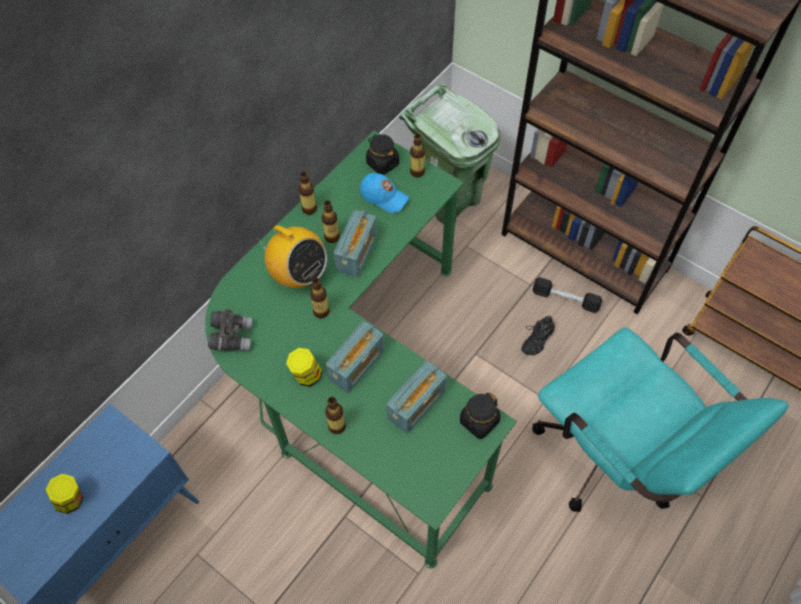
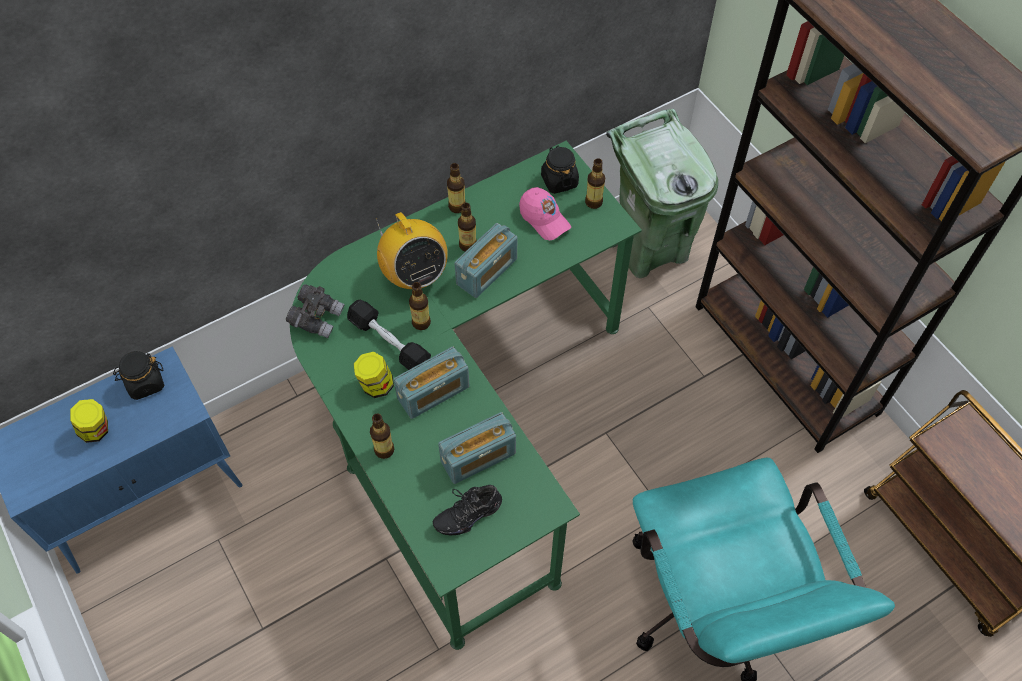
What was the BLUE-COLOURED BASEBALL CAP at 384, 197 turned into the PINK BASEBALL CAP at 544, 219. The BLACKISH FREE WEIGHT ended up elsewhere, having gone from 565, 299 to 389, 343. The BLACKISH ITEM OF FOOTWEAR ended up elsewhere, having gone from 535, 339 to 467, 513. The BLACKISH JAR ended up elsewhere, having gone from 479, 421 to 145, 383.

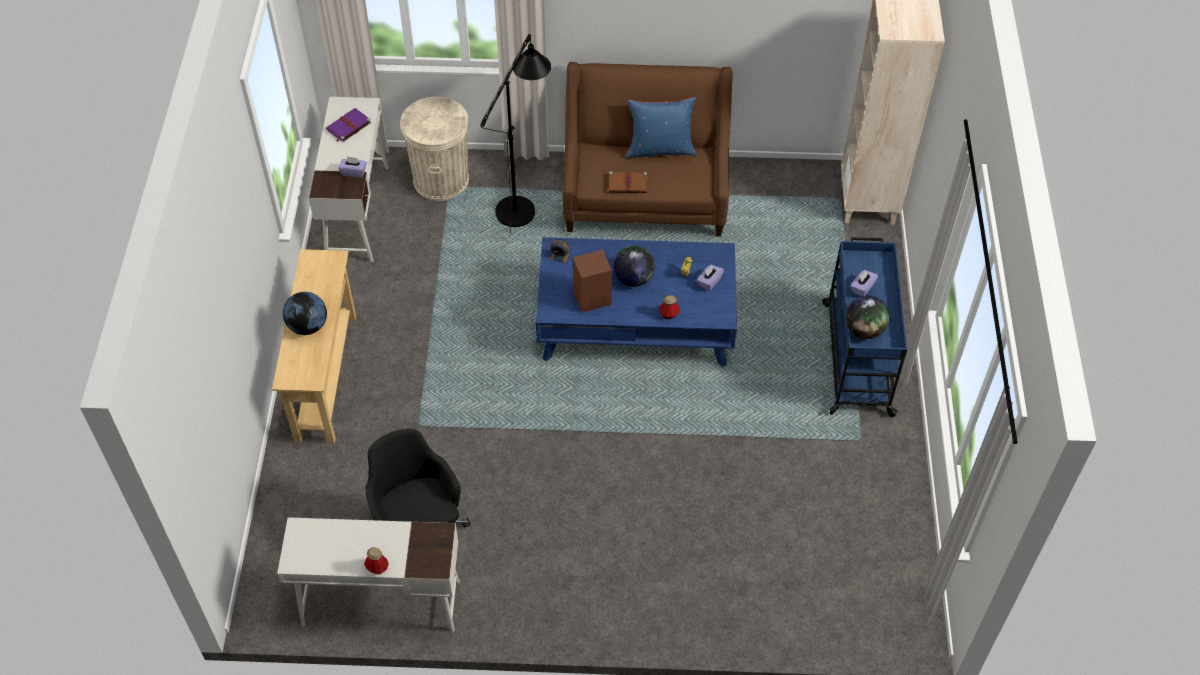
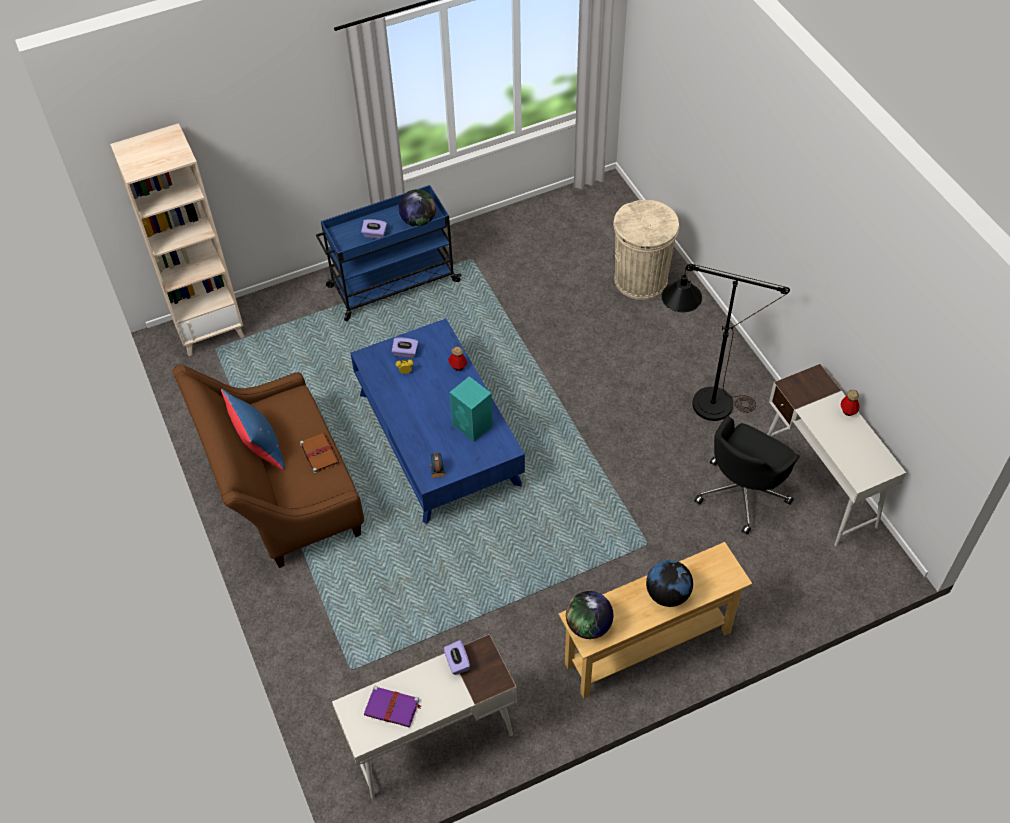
The BLACKISH STANDARD LAMP ended up elsewhere, having gone from 521, 204 to 700, 404. The BEIGE-COLOURED TRASH CAN ended up elsewhere, having gone from 441, 180 to 641, 280. The DESK GLOBE ended up elsewhere, having gone from 633, 279 to 588, 626. What was the BROWN SPEAKER at 591, 298 turned into the BLUE-GREEN SPEAKER at 473, 426.

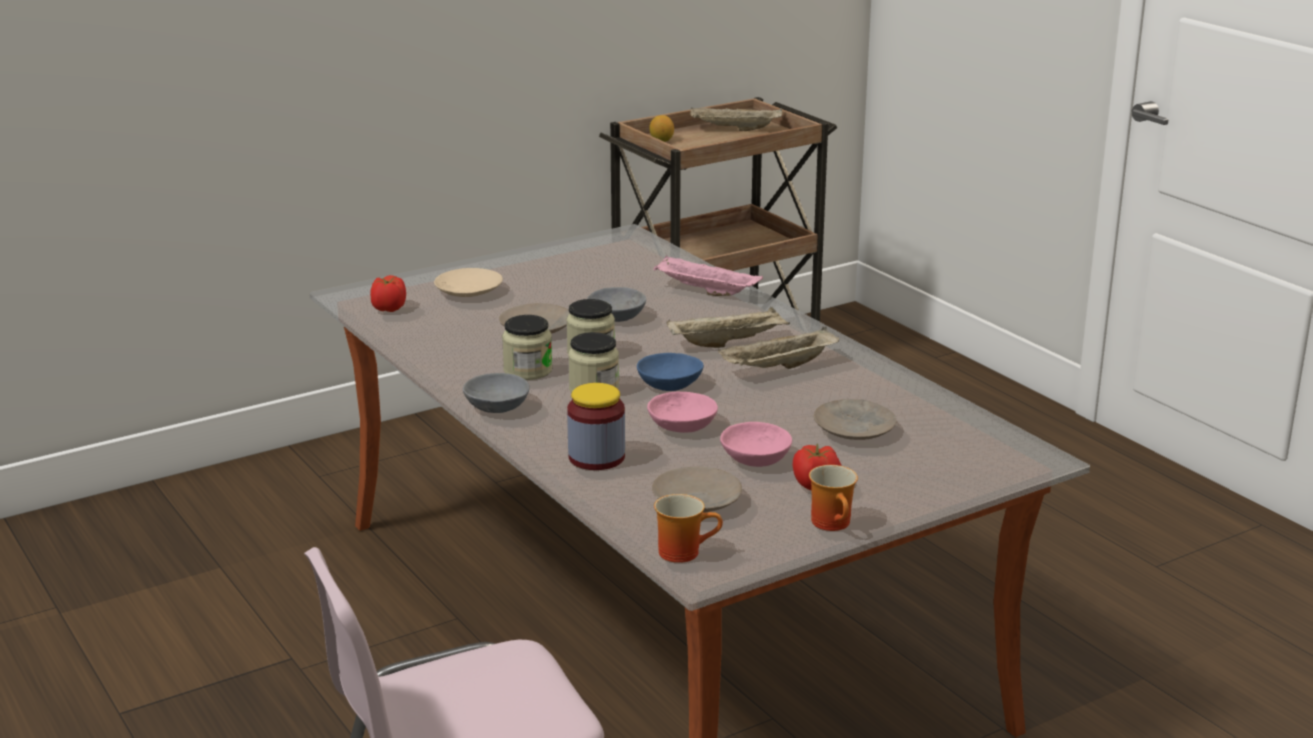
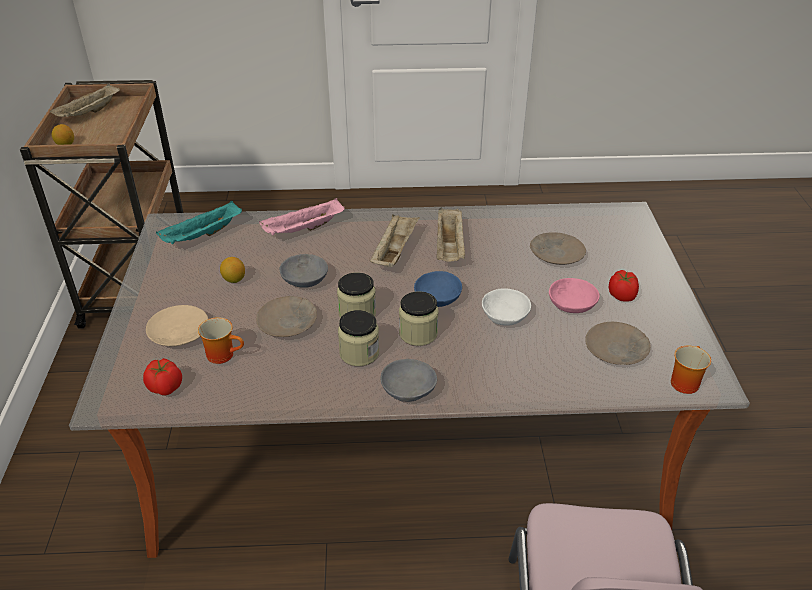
The second view lost the JAR at 596, 457. What was the PINK DEEP DISH at 681, 426 turned into the WHITE DEEP DISH at 506, 317. The TEA MUG ended up elsewhere, having gone from 835, 523 to 224, 354. The second view gained the BLUE-GREEN SERVING TRAY at 202, 236. The second view gained the CITRUS FRUIT at 234, 279.

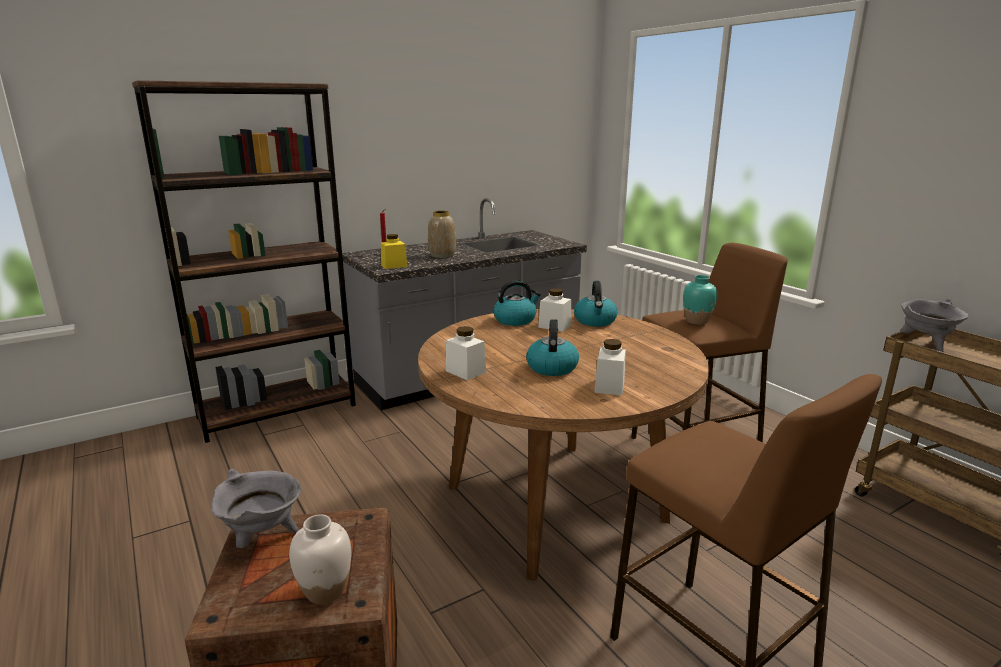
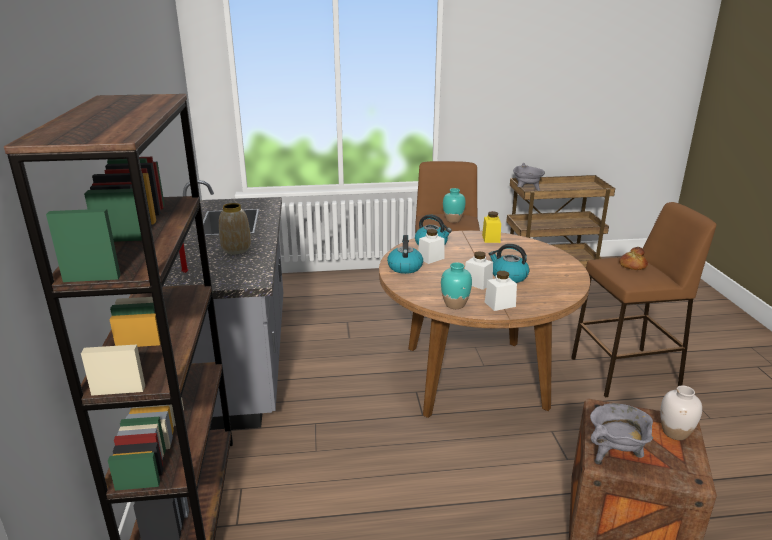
The YELLOWISH JAR ended up elsewhere, having gone from 394, 266 to 491, 239. The WHITE JAR ended up elsewhere, having gone from 609, 386 to 477, 283. The second view gained the BAKERY BREAD at 632, 266. The second view gained the BLUE-GREEN DECORATIVE VASE at 455, 305.

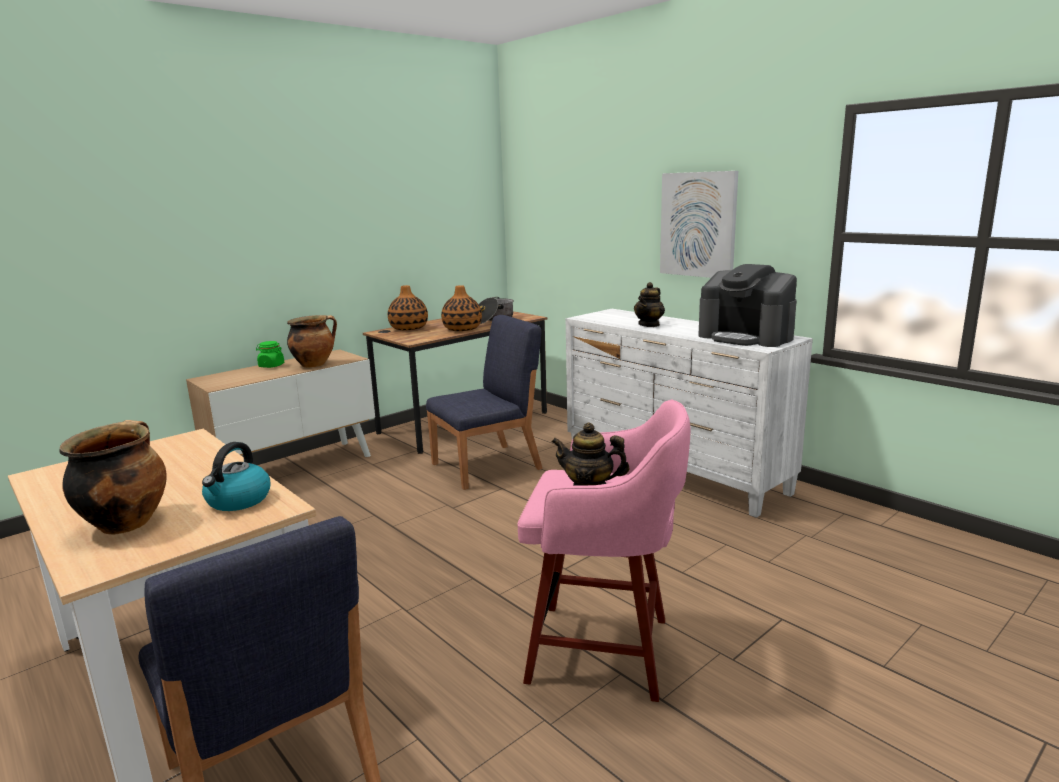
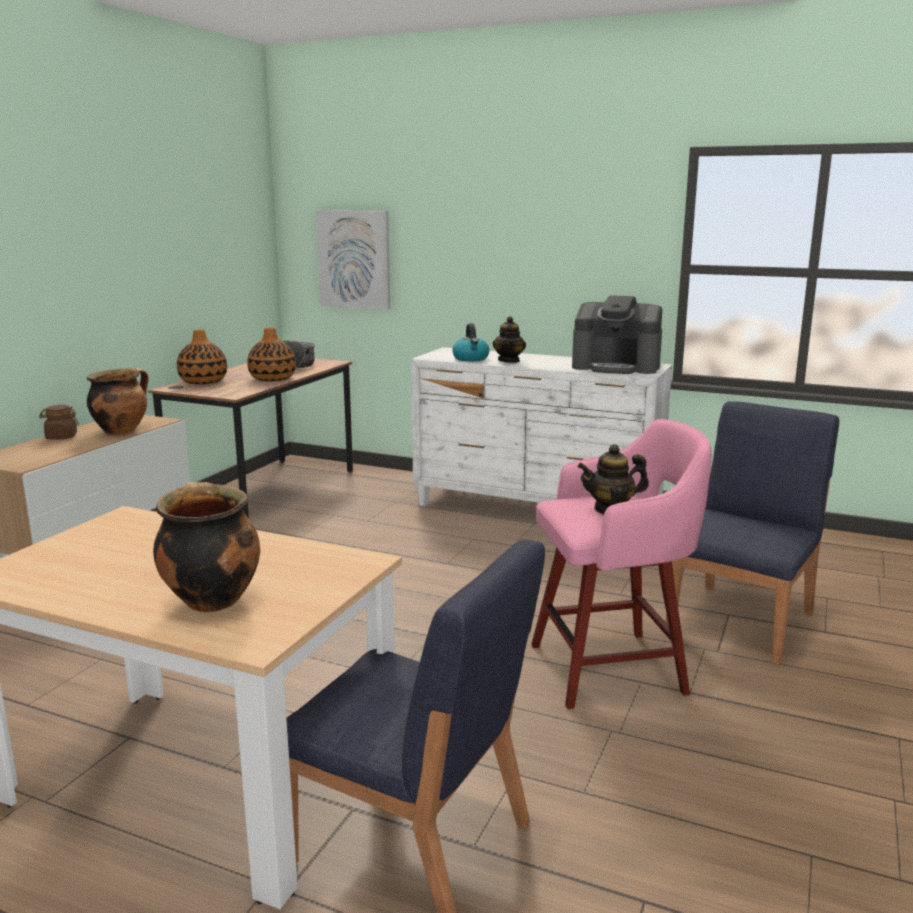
The WALL PICTURE ended up elsewhere, having gone from 698, 224 to 354, 259. The BLUE-COLOURED UPRIGHT CHAIR ended up elsewhere, having gone from 488, 466 to 742, 621. What was the GREEN JAR at 271, 366 turned into the BROWN JAR at 61, 437. The KETTLE ended up elsewhere, having gone from 238, 500 to 471, 359.

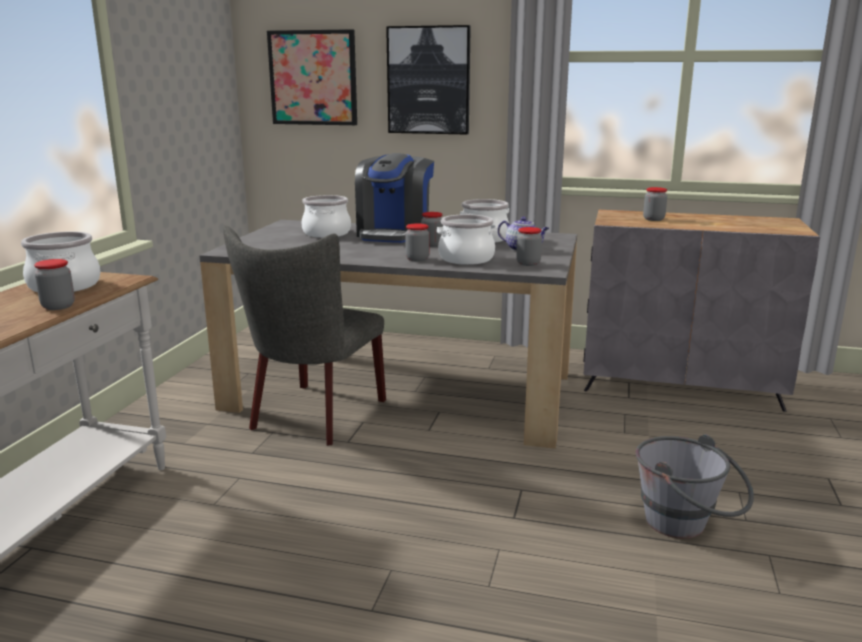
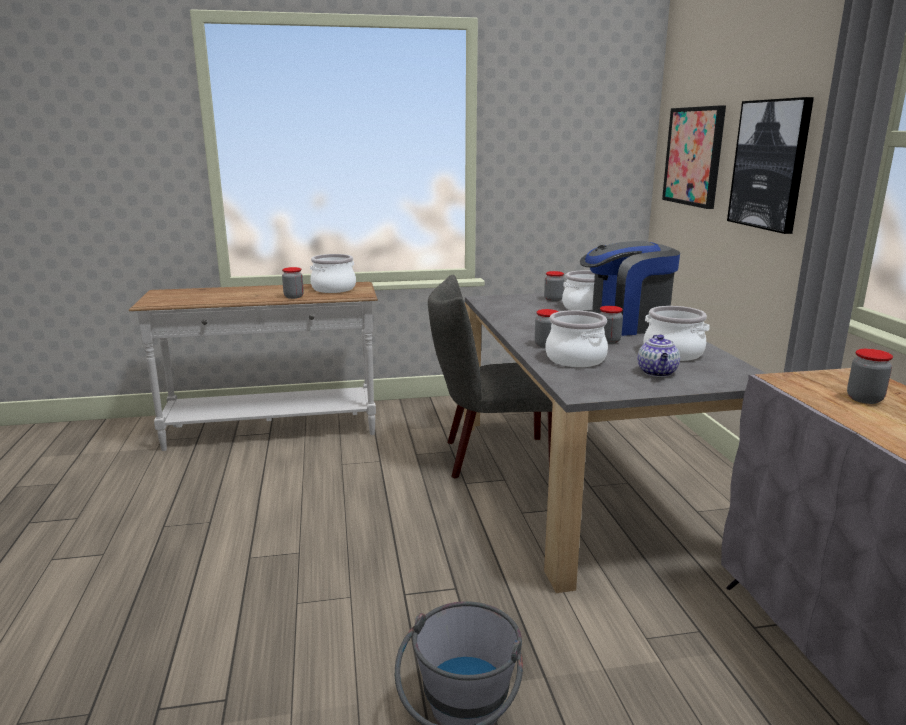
The JAR ended up elsewhere, having gone from 528, 263 to 553, 299.

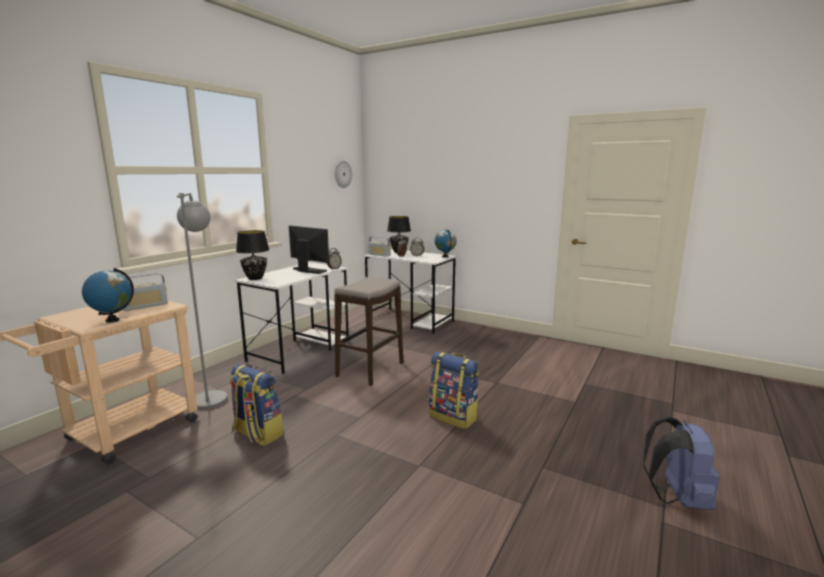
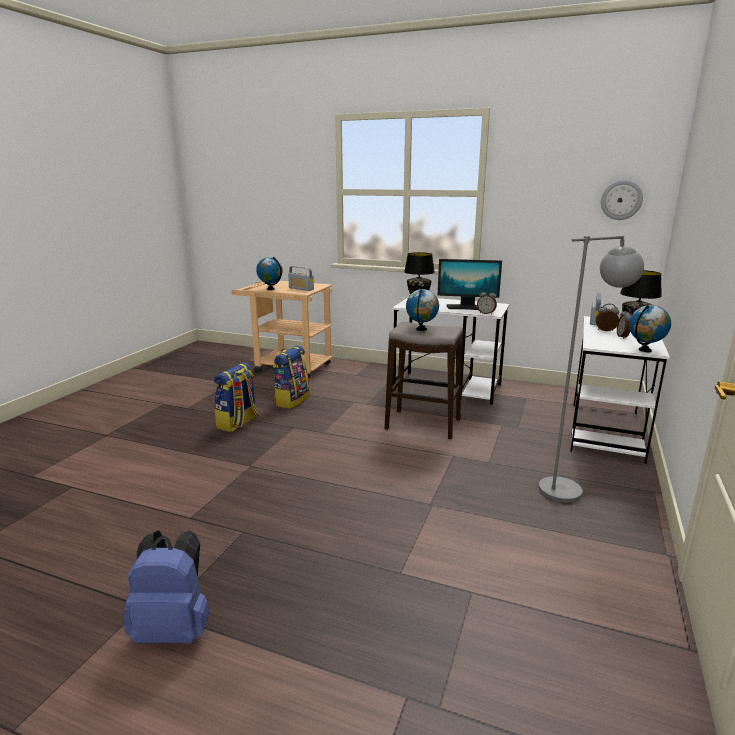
The GREY STANDARD LAMP ended up elsewhere, having gone from 211, 395 to 571, 487. The MONITOR at 309, 270 ended up facing another way, 75 degrees clockwise from before. The KNAPSACK ended up elsewhere, having gone from 454, 417 to 238, 423. The second view gained the DESK GLOBE at 421, 329.

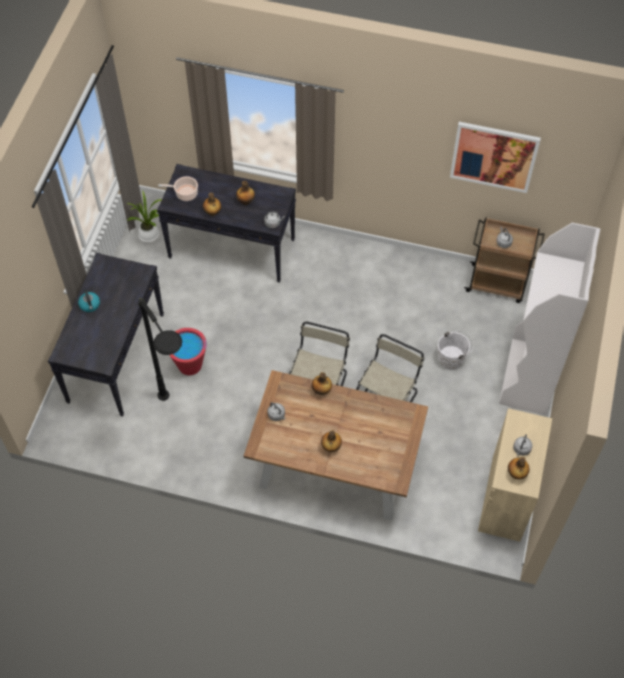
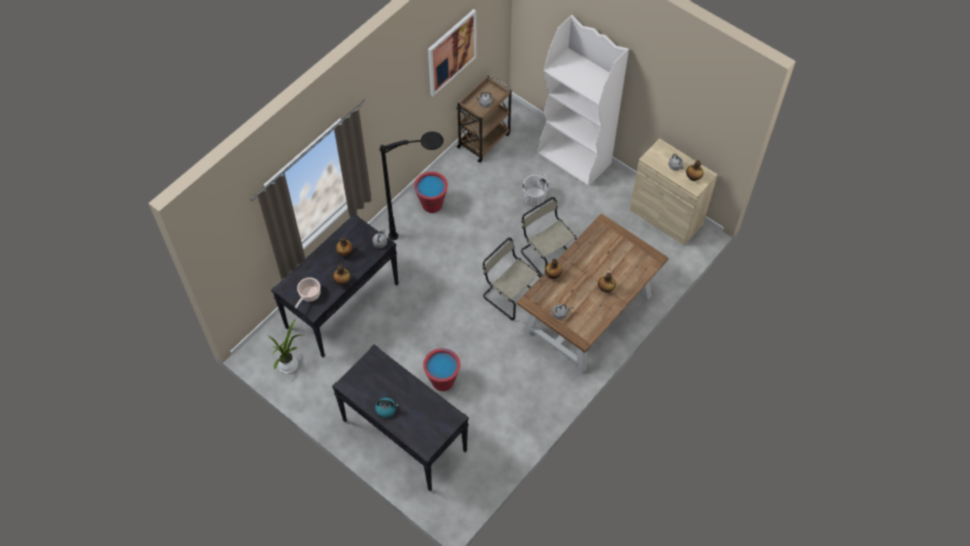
The BLACKISH STANDARD LAMP ended up elsewhere, having gone from 180, 424 to 425, 234. The second view gained the REDDISH BUCKET at 432, 204.

